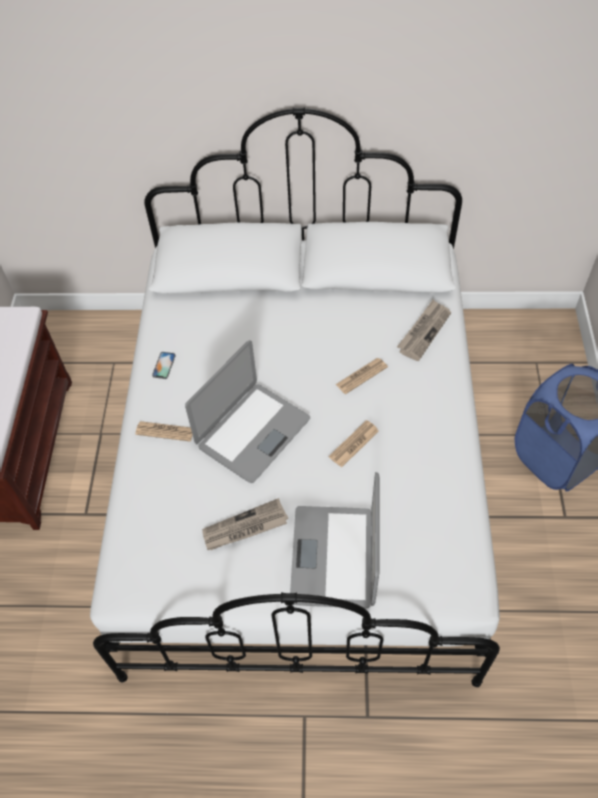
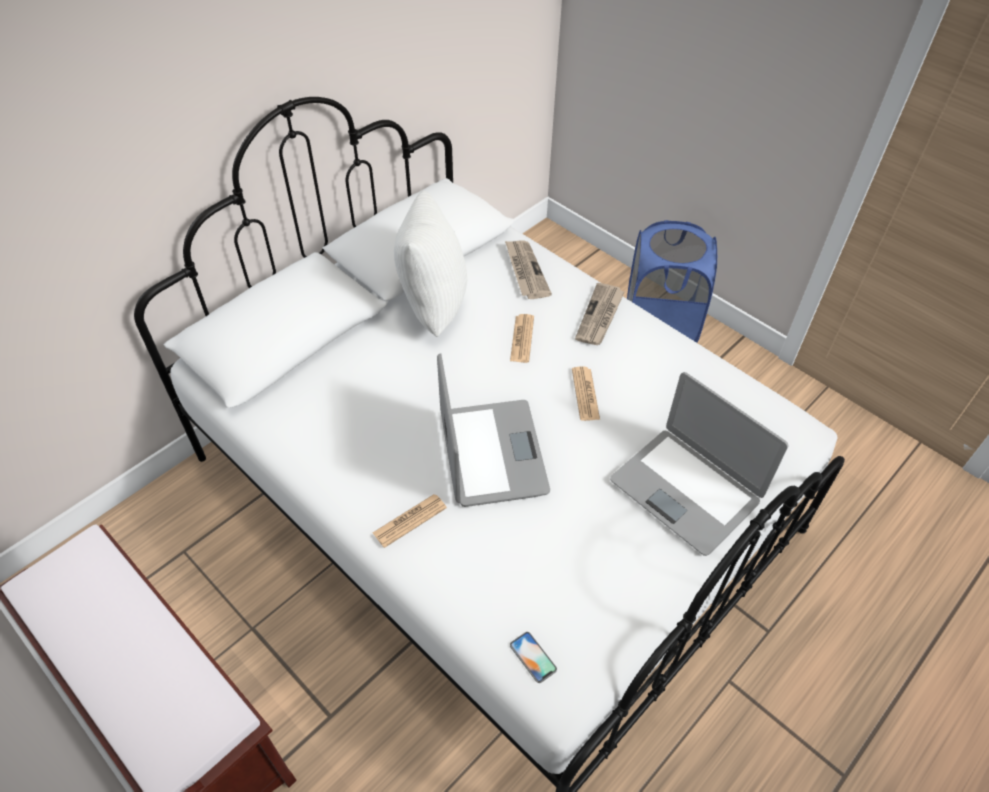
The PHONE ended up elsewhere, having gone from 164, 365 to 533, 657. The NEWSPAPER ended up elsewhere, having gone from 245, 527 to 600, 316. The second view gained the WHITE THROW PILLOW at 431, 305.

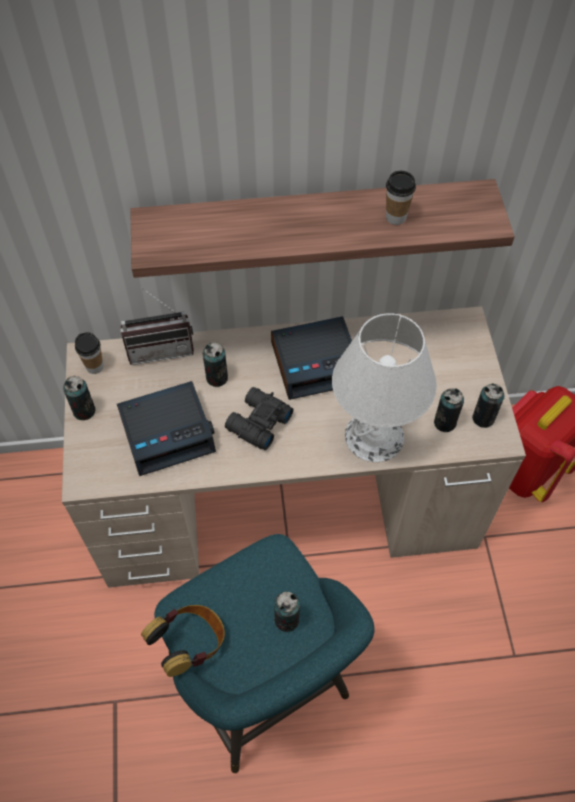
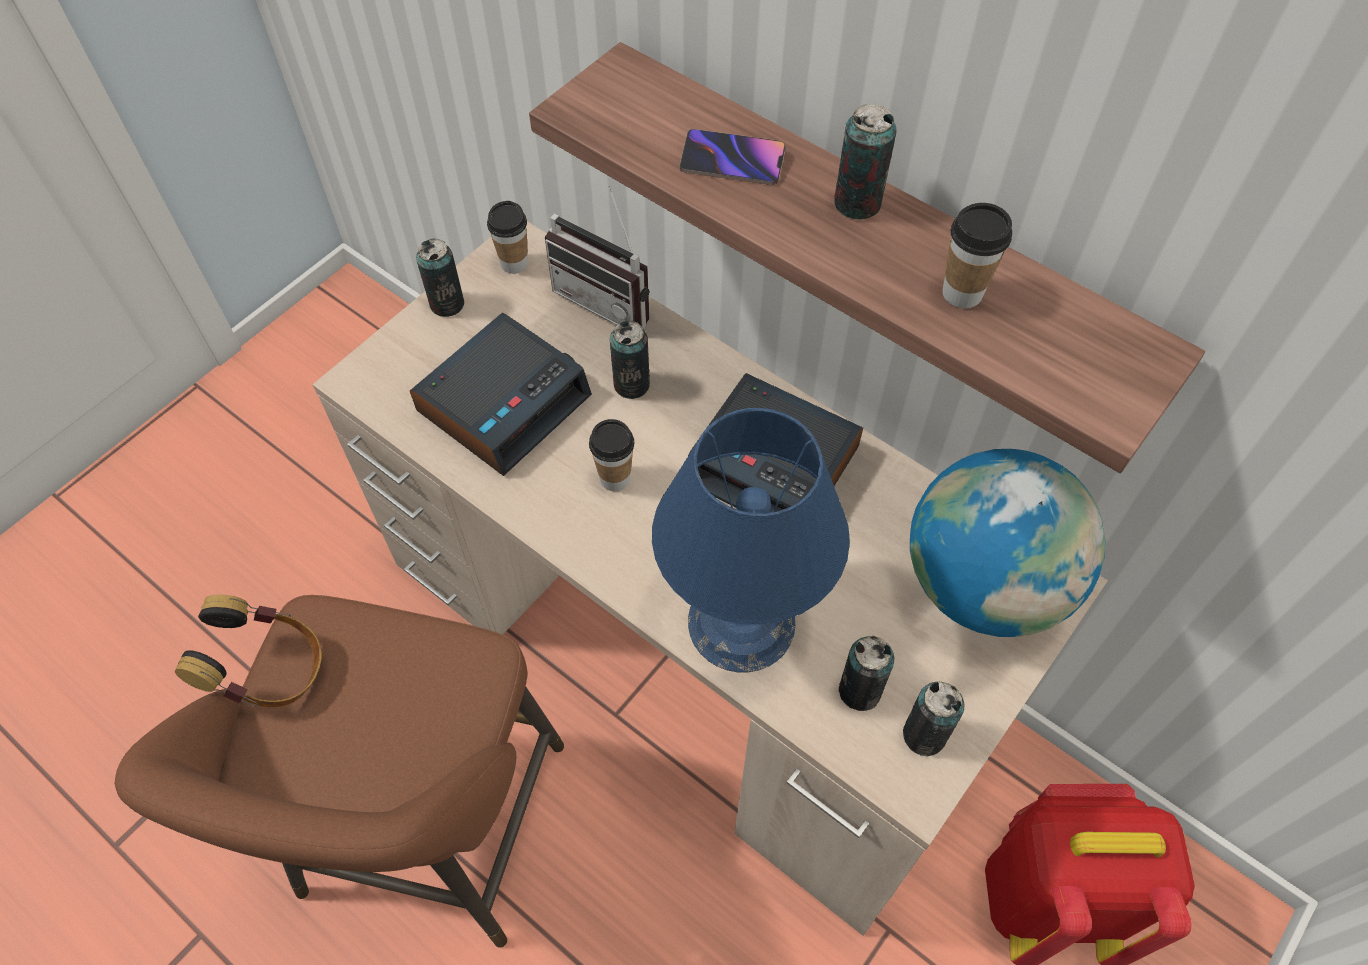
What was the WHITE TABLE LAMP at 374, 436 turned into the BLUE-COLOURED TABLE LAMP at 740, 623. The TABLE CLOCK at 168, 432 ended up facing another way, 75 degrees counterclockwise from before. Where the BLACKISH PAIR OF BINOCULARS stood at 257, 423, the DRINKING CUP came to stand at 615, 478. What was the BLUE-GREEN SITTING STOOL at 264, 687 turned into the BROWN SITTING STOOL at 428, 835. The METAL CAN ended up elsewhere, having gone from 286, 620 to 857, 203. The second view gained the PHONE at 732, 162. The second view gained the DESK GLOBE at 984, 585.

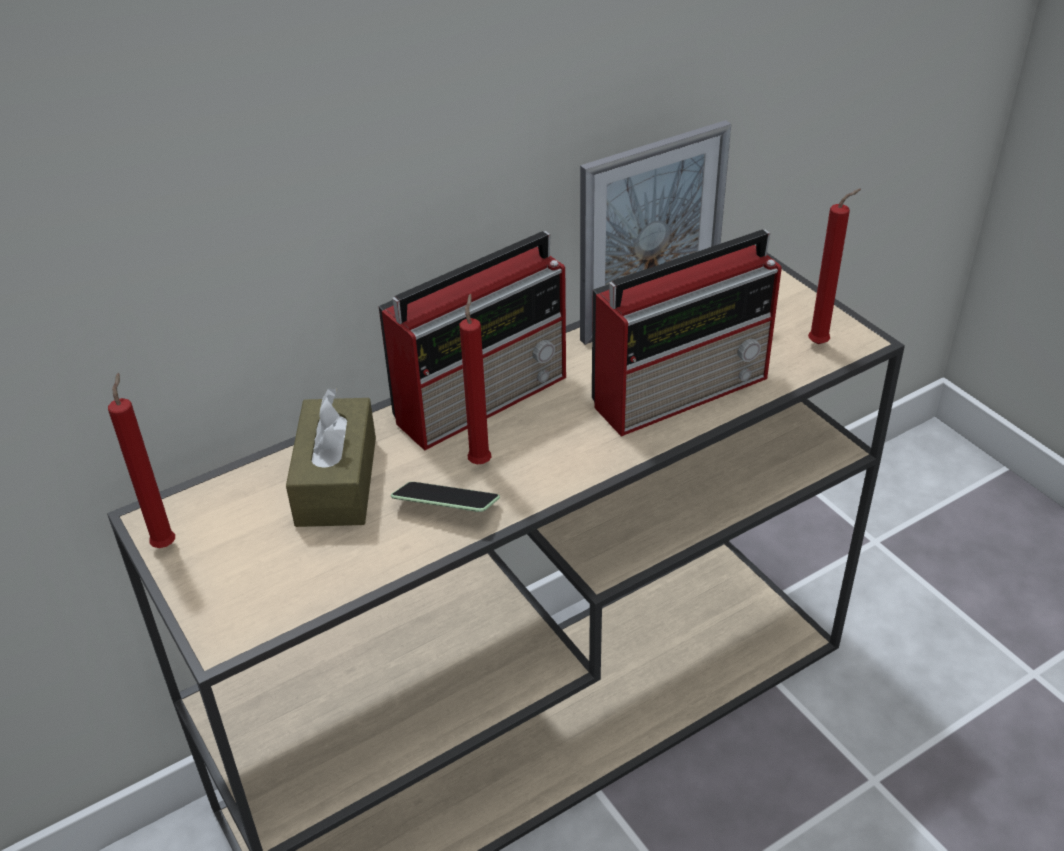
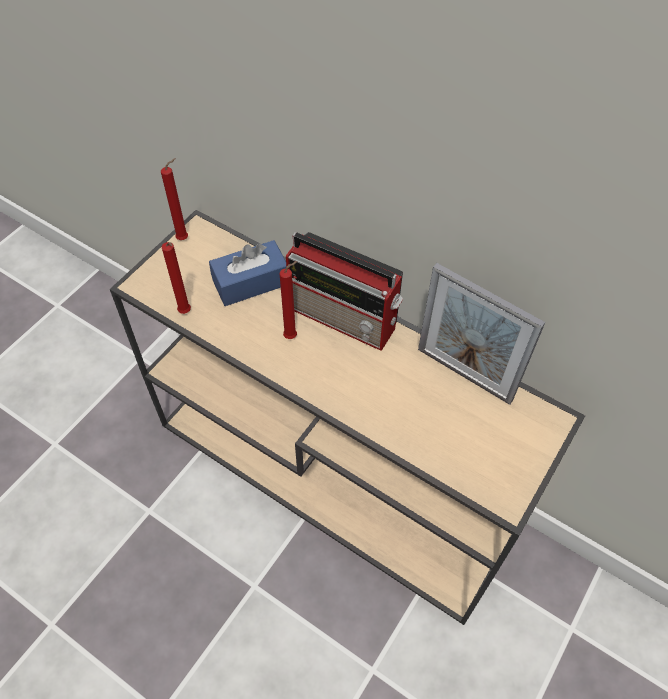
The REDDISH CANDLE ended up elsewhere, having gone from 821, 343 to 186, 313. The second view lost the RADIO SET at 683, 389. What was the BROWN BOX OF TISSUES at 336, 481 turned into the BLUE-COLOURED BOX OF TISSUES at 251, 282. The second view lost the PHONE at 446, 507.

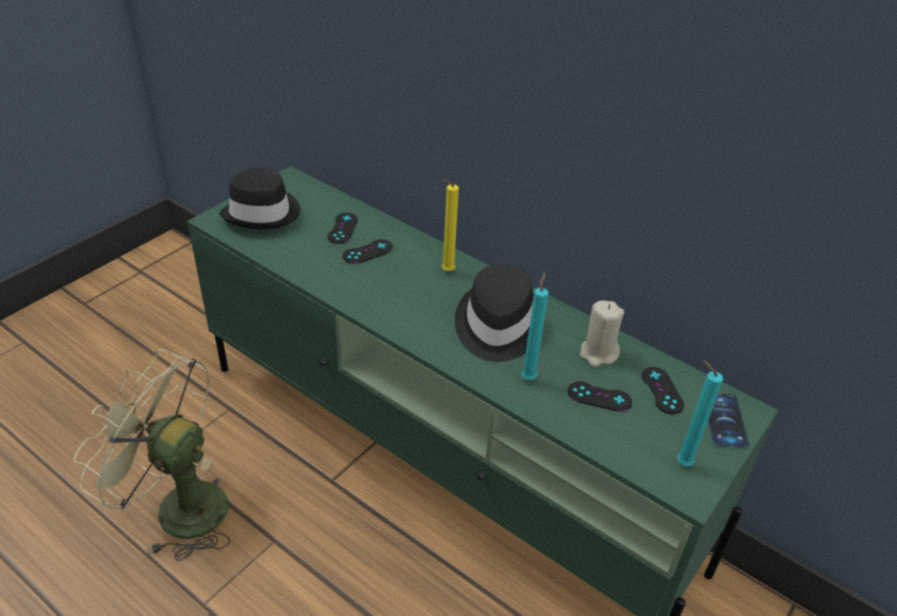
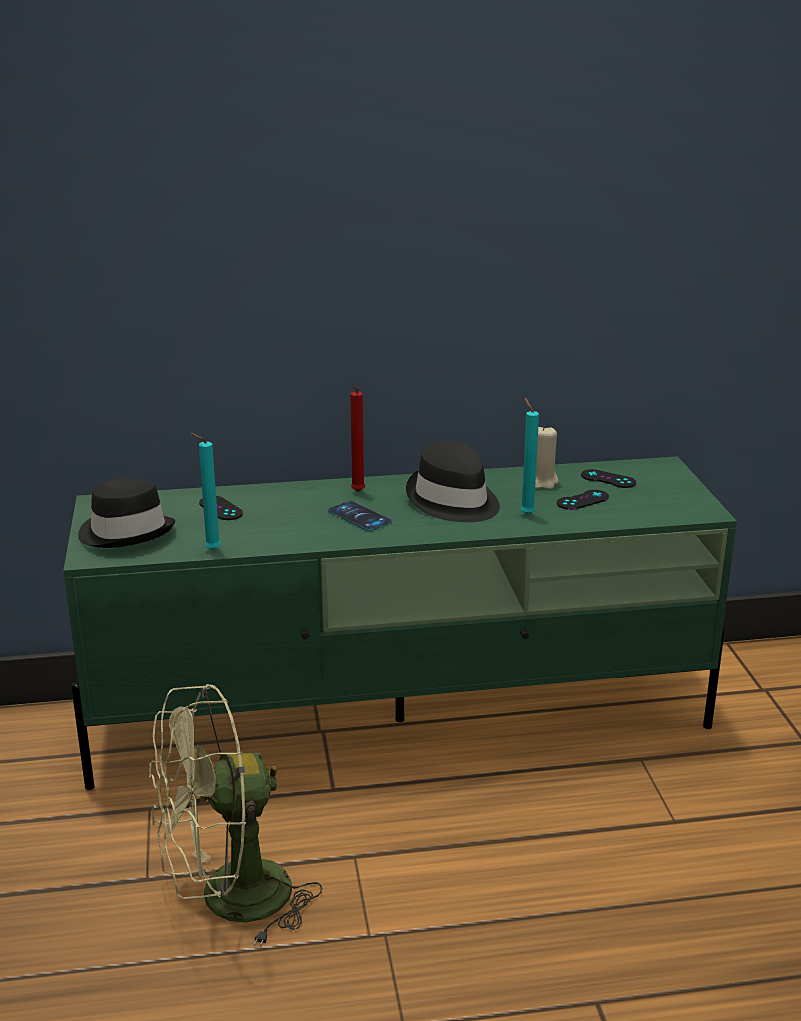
What was the YELLOWISH CANDLE at 446, 271 turned into the REDDISH CANDLE at 357, 493. The second view lost the BLACKISH GAMEPAD at 367, 252. The BLUE-GREEN CANDLE ended up elsewhere, having gone from 681, 462 to 210, 550. The PHONE ended up elsewhere, having gone from 724, 420 to 359, 517.

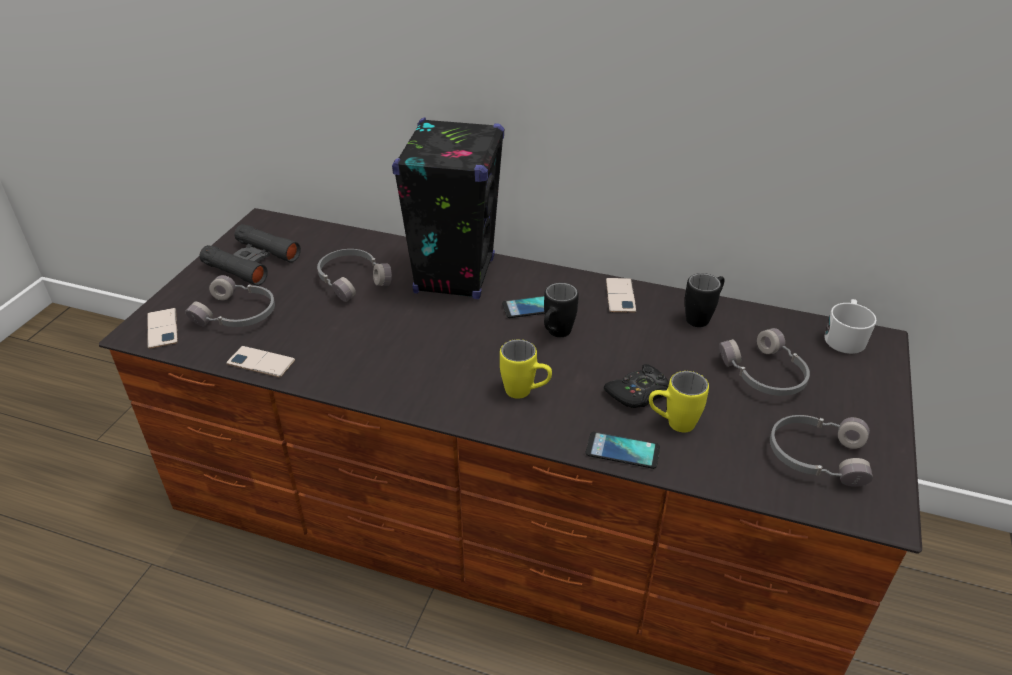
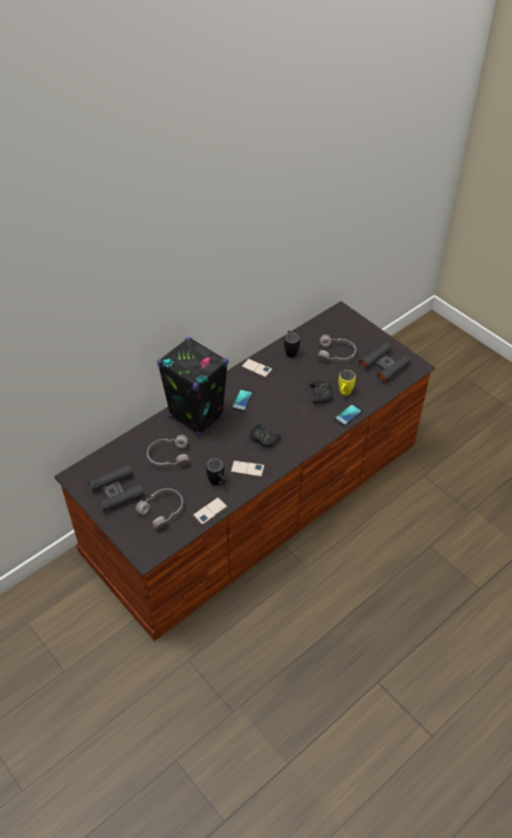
The BLACKISH TEA MUG ended up elsewhere, having gone from 555, 335 to 218, 483. The second view lost the WHITE TEA MUG at 845, 337. The PHONE ended up elsewhere, having gone from 162, 328 to 247, 468. The second view lost the YELLOWISH TEA MUG at 525, 393. Where the GREY PAIR OF HEADPHONES stood at 816, 455, the BLACKISH PAIR OF BINOCULARS came to stand at 384, 366. The second view gained the BLACKISH GAMEPAD at 264, 438.

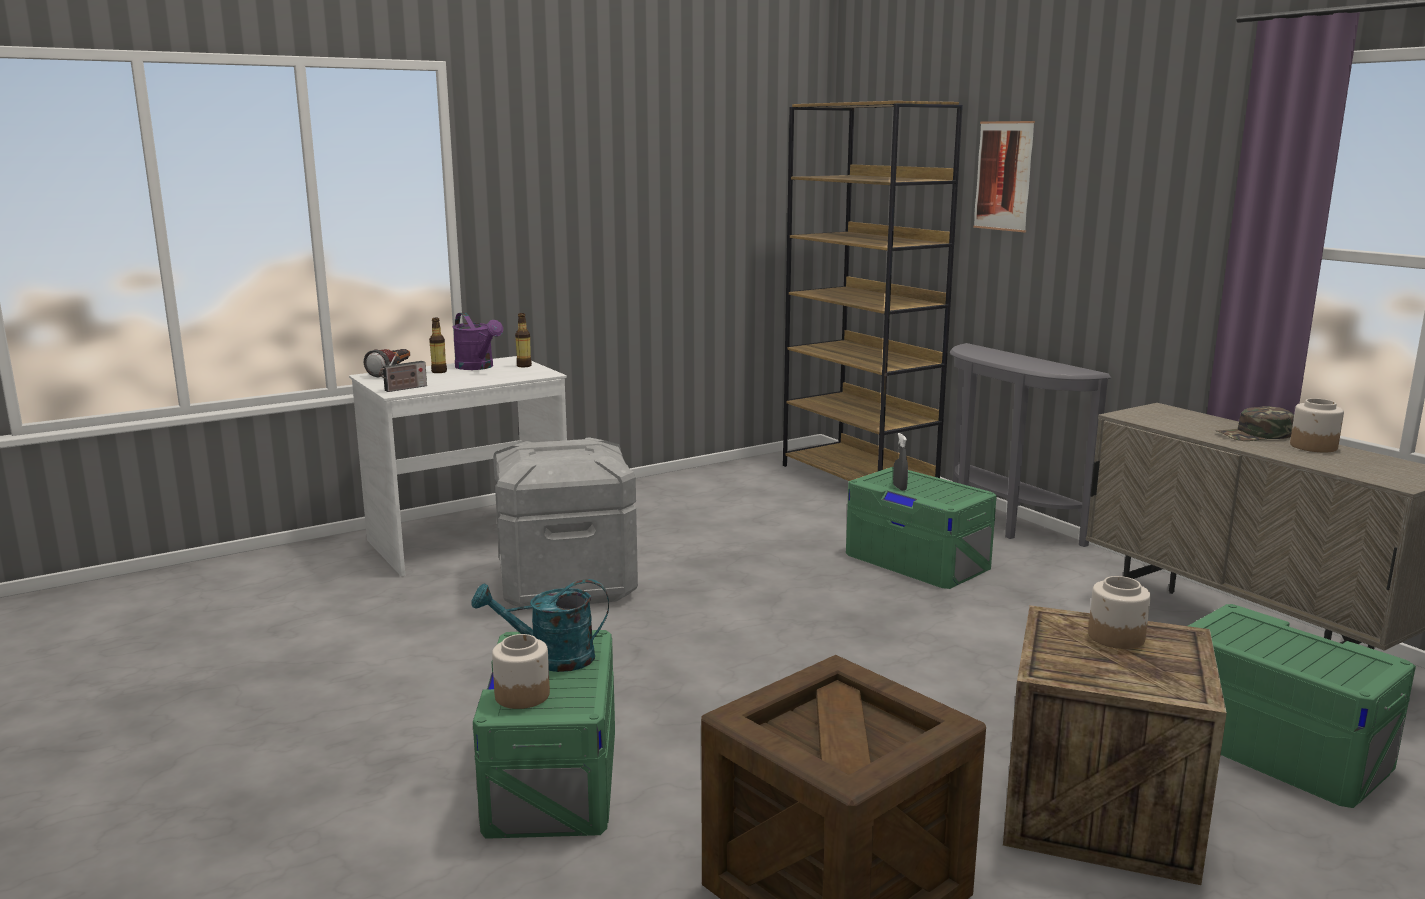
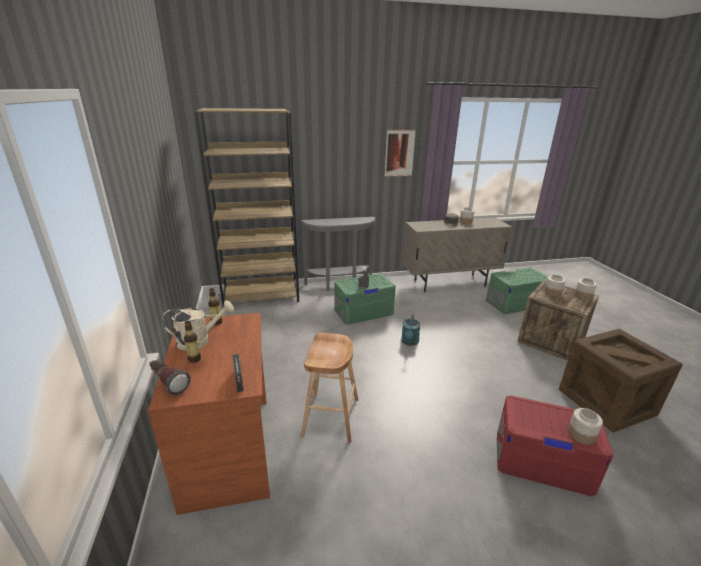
The WALL PICTURE ended up elsewhere, having gone from 1003, 176 to 399, 153. What was the PURPLE WATERING CAN at 478, 367 turned into the BEIGE-COLOURED WATERING CAN at 199, 340. What was the WHITE DESK TABLE at 469, 541 turned into the BROWN DESK TABLE at 230, 450. Where the GREY STORAGE CONTAINER stood at 566, 584, the BROWN SITTING STOOL came to stand at 331, 417. The BLUE-GREEN WATERING CAN ended up elsewhere, having gone from 550, 659 to 409, 342. What was the GREEN STORAGE CONTAINER at 552, 778 turned into the REDDISH STORAGE CONTAINER at 542, 461. The second view gained the JAR at 582, 296.

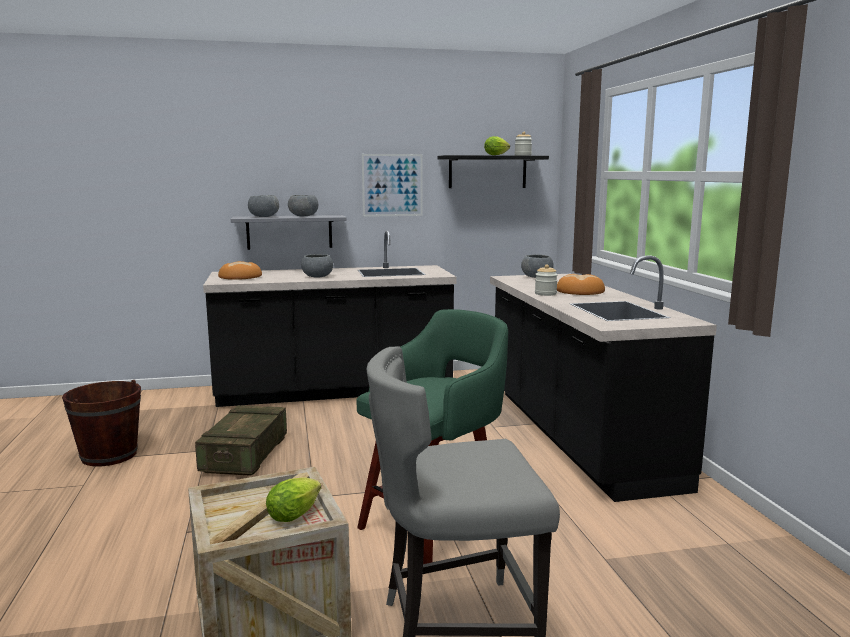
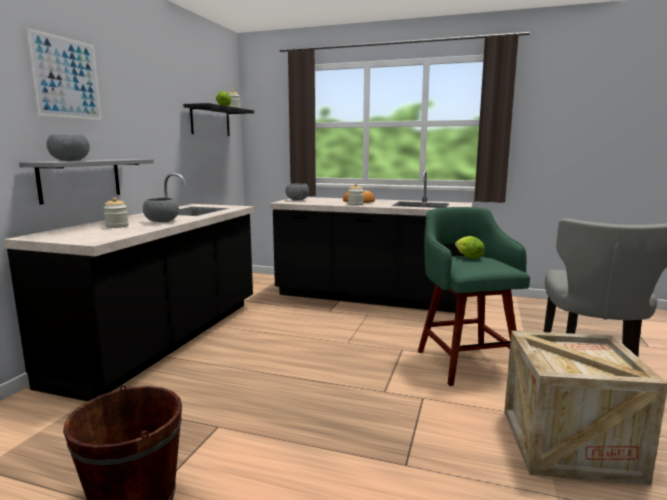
The WALL PICTURE ended up elsewhere, having gone from 392, 185 to 67, 78. The second view lost the GREY DEEP DISH at 303, 216. The second view lost the BAKERY BREAD at 240, 277. The second view lost the SHIPPING CRATE at 245, 455. The LETTUCE HEAD ended up elsewhere, having gone from 296, 514 to 467, 257. The second view gained the JAR at 117, 226.

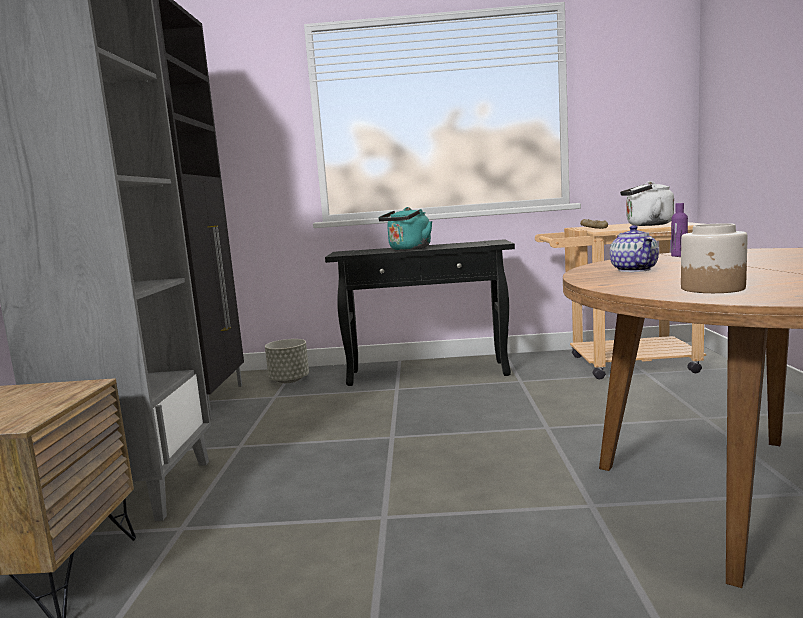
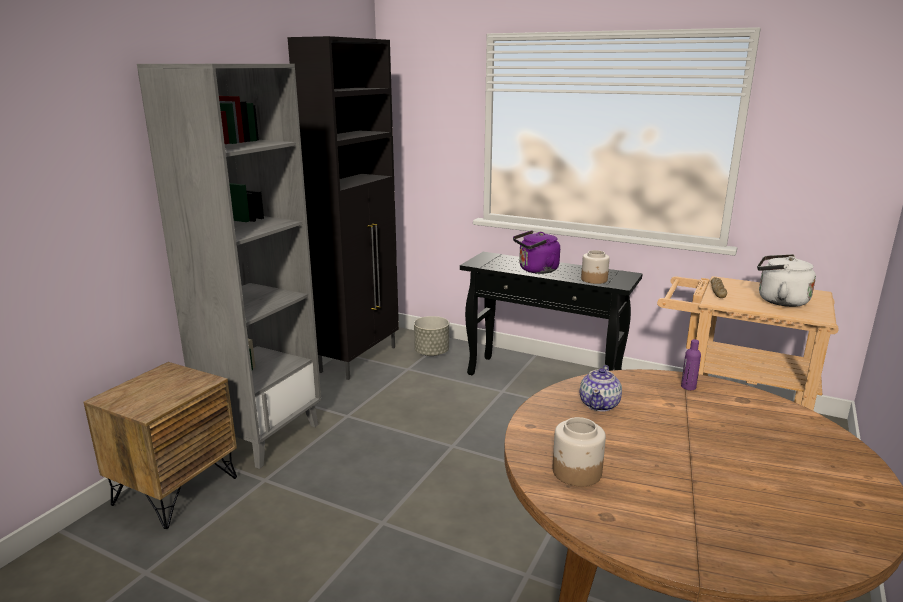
What was the BLUE-GREEN KETTLE at 408, 249 turned into the PURPLE KETTLE at 536, 270. The second view gained the JAR at 594, 279.

